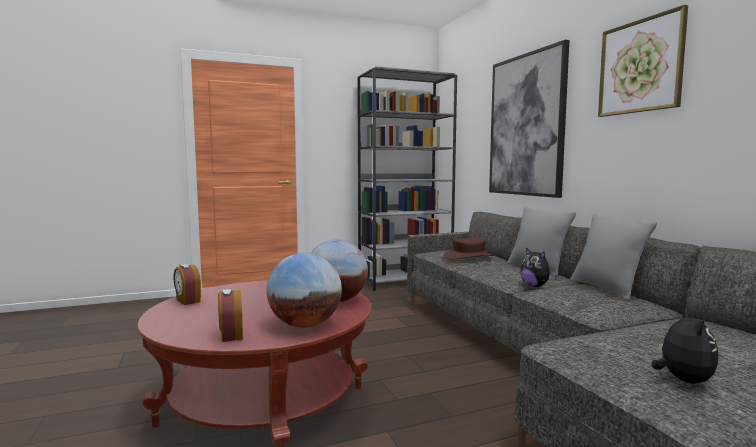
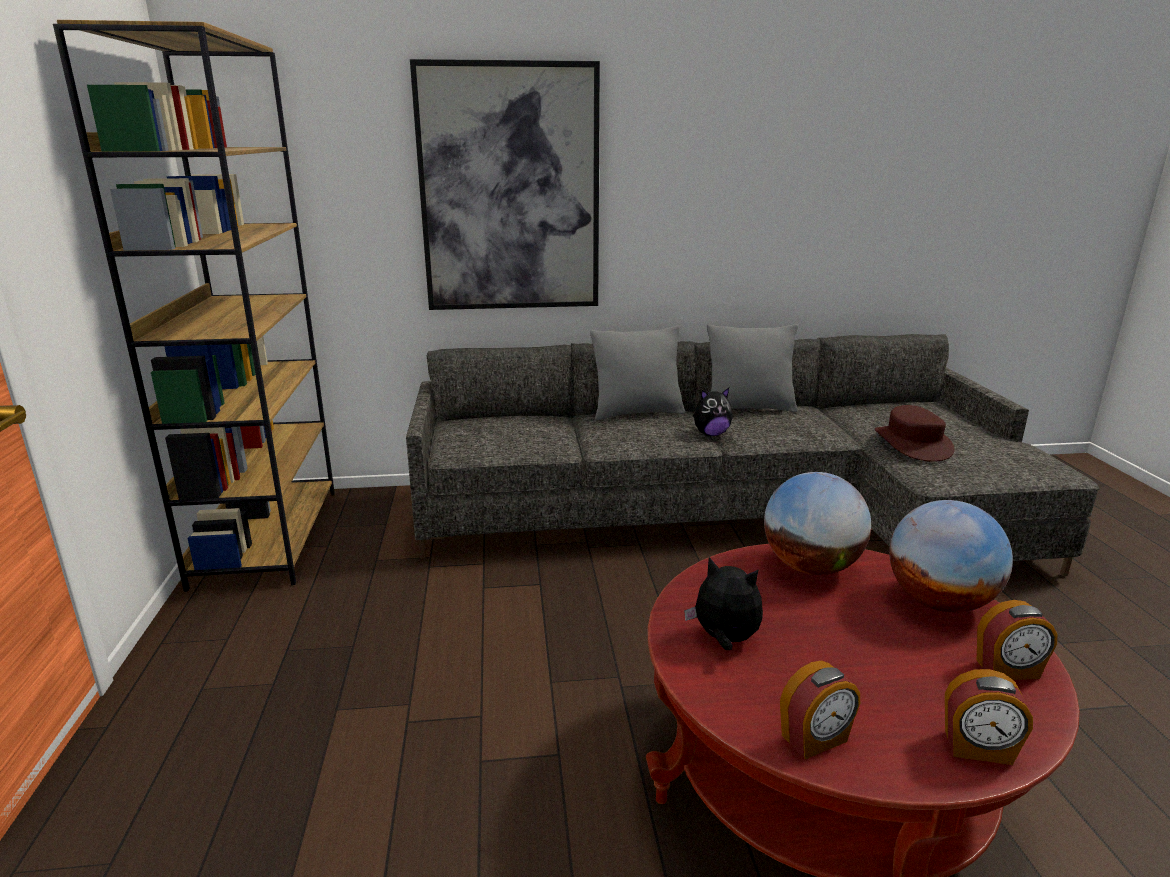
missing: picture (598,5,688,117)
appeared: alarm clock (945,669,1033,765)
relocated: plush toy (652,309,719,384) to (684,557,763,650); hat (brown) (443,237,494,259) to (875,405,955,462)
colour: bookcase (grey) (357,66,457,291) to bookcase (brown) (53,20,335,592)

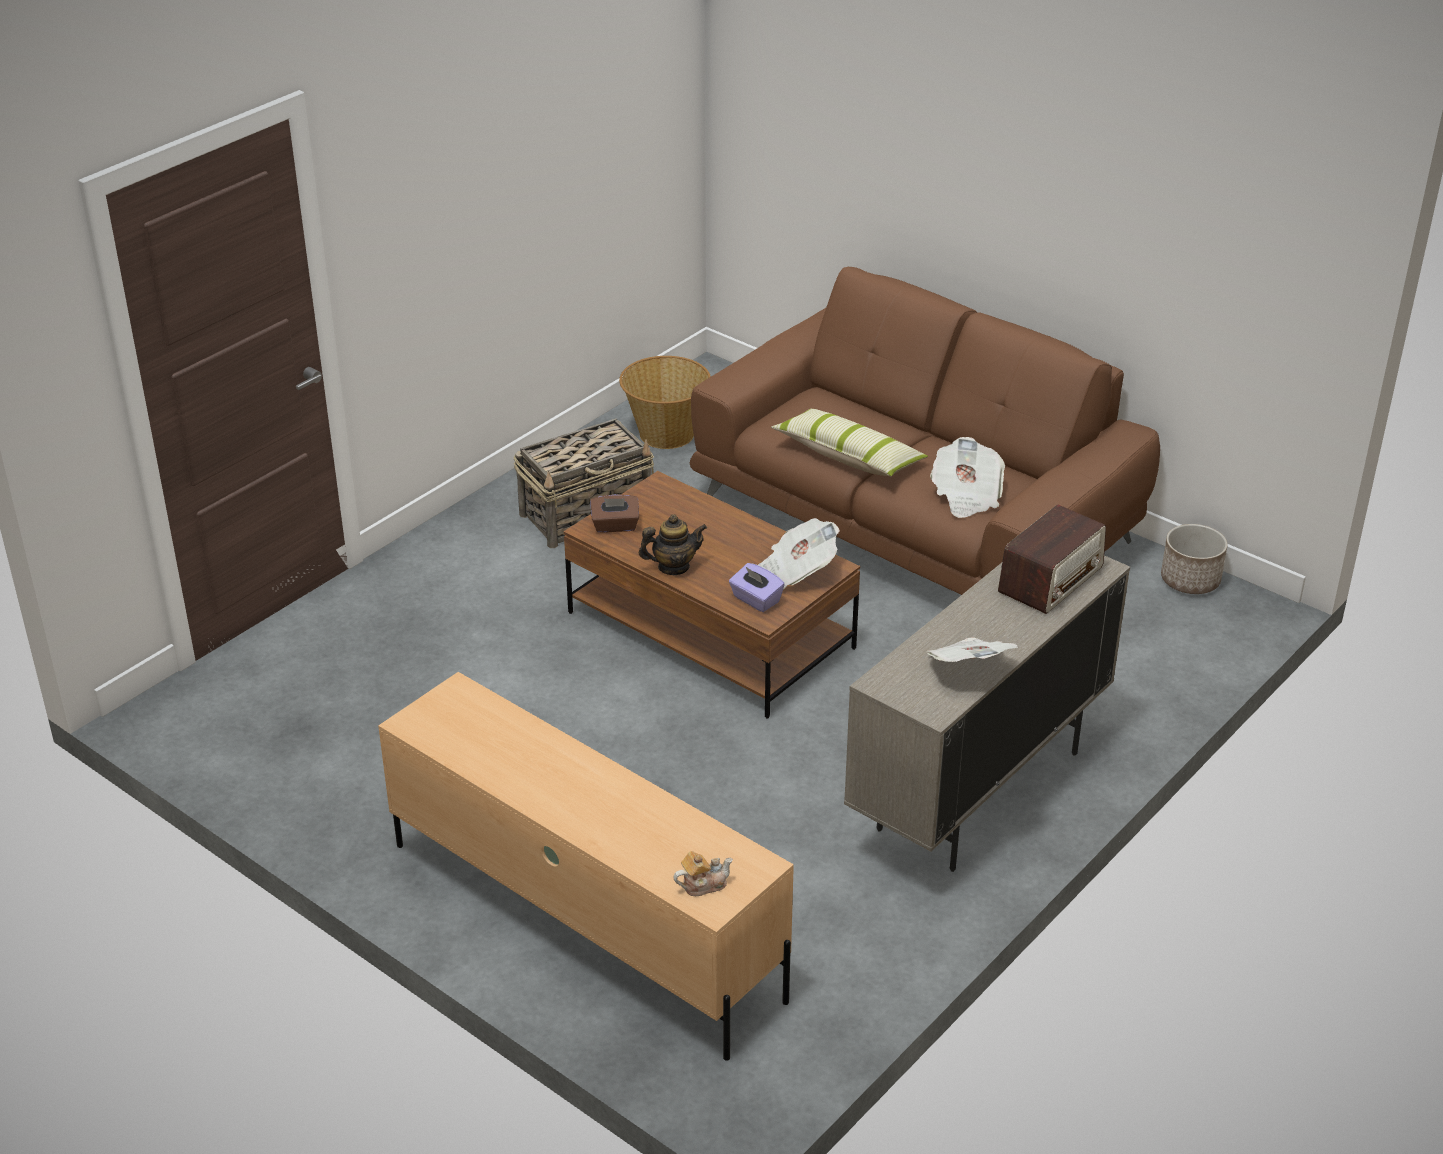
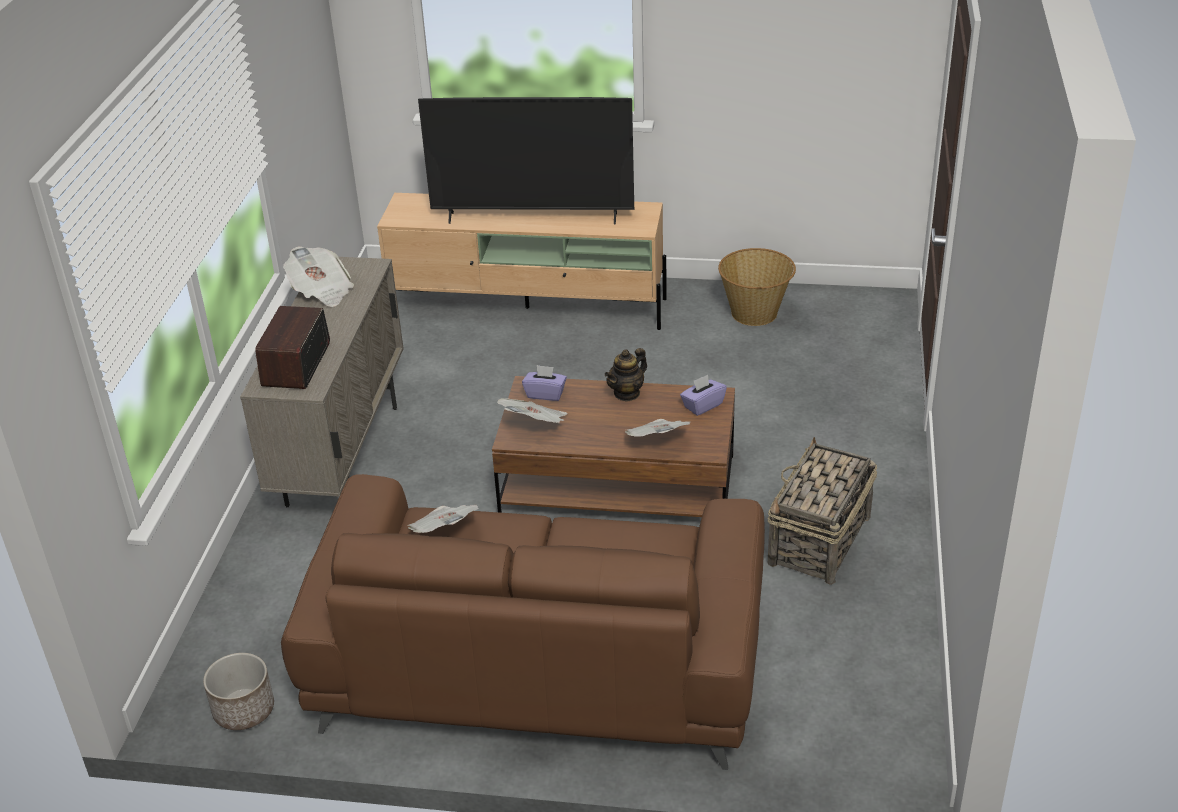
missing: teapot (673,851,733,896); pillow (771,409,928,477)
appeared: television (418,97,634,224); newspaper (625,419,690,437)
relocated: basket (619,356,711,449) to (718,248,796,326)
colour: tissue box (brown) (590,495,639,533) to tissue box (purple) (680,375,727,416)

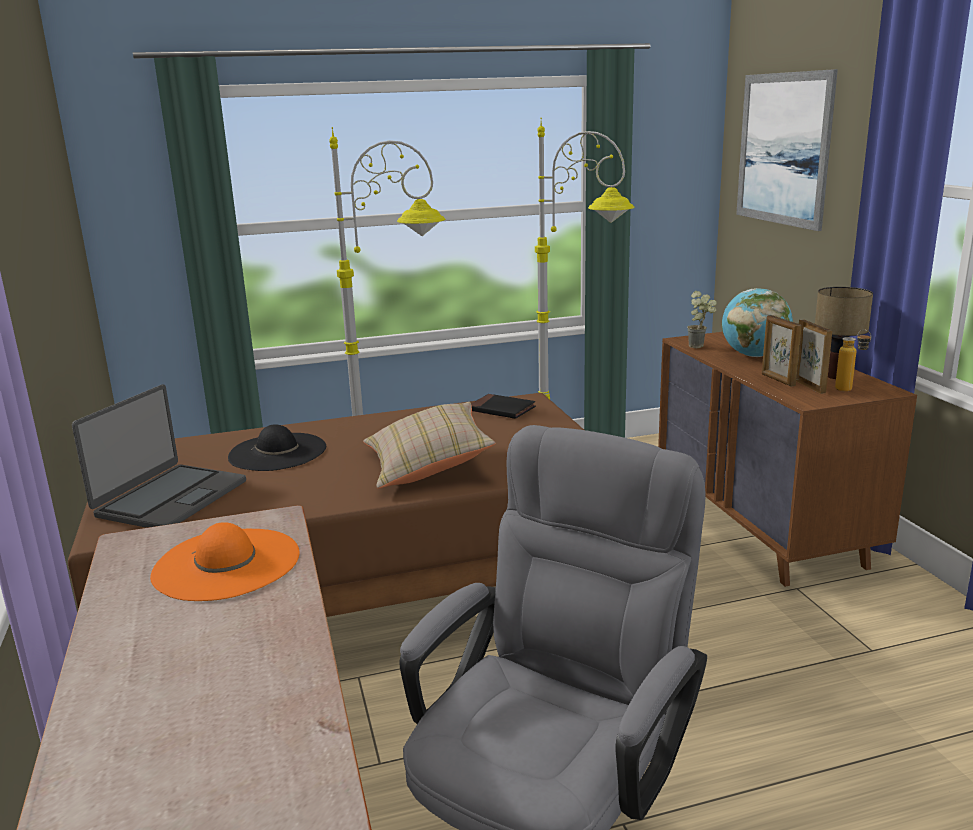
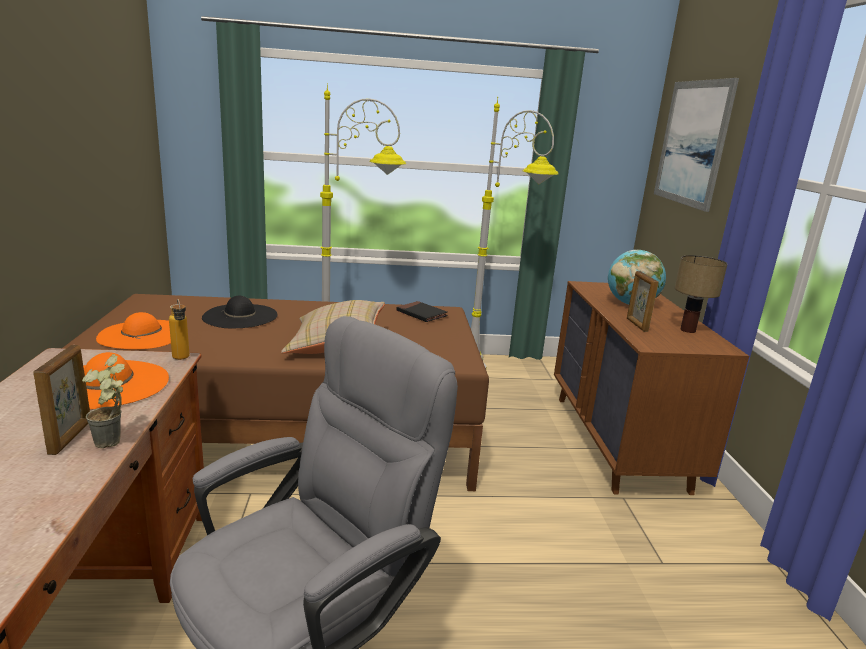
relocated: picture frame (796,319,832,394) to (33,345,90,455); potted plant (687,291,717,348) to (82,354,125,448); bottle (835,329,871,392) to (169,299,190,360)
exchanged: laptop (72,384,246,528) to hat (orange) (96,312,171,350)

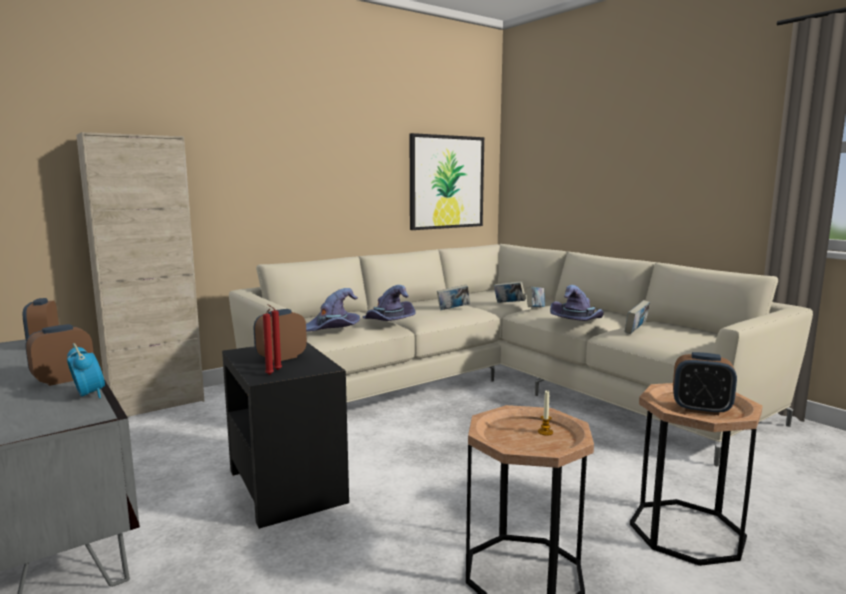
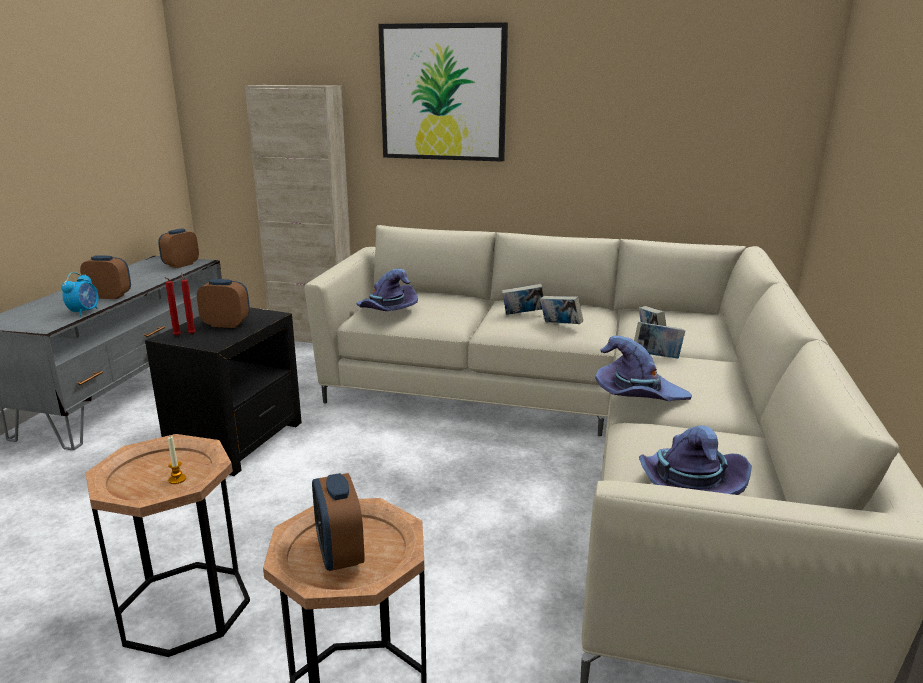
relocated: picture (410,133,484,230) to (378,22,508,162); book (625,300,650,334) to (502,284,543,315); hat (purple) (363,285,415,321) to (639,425,752,495)

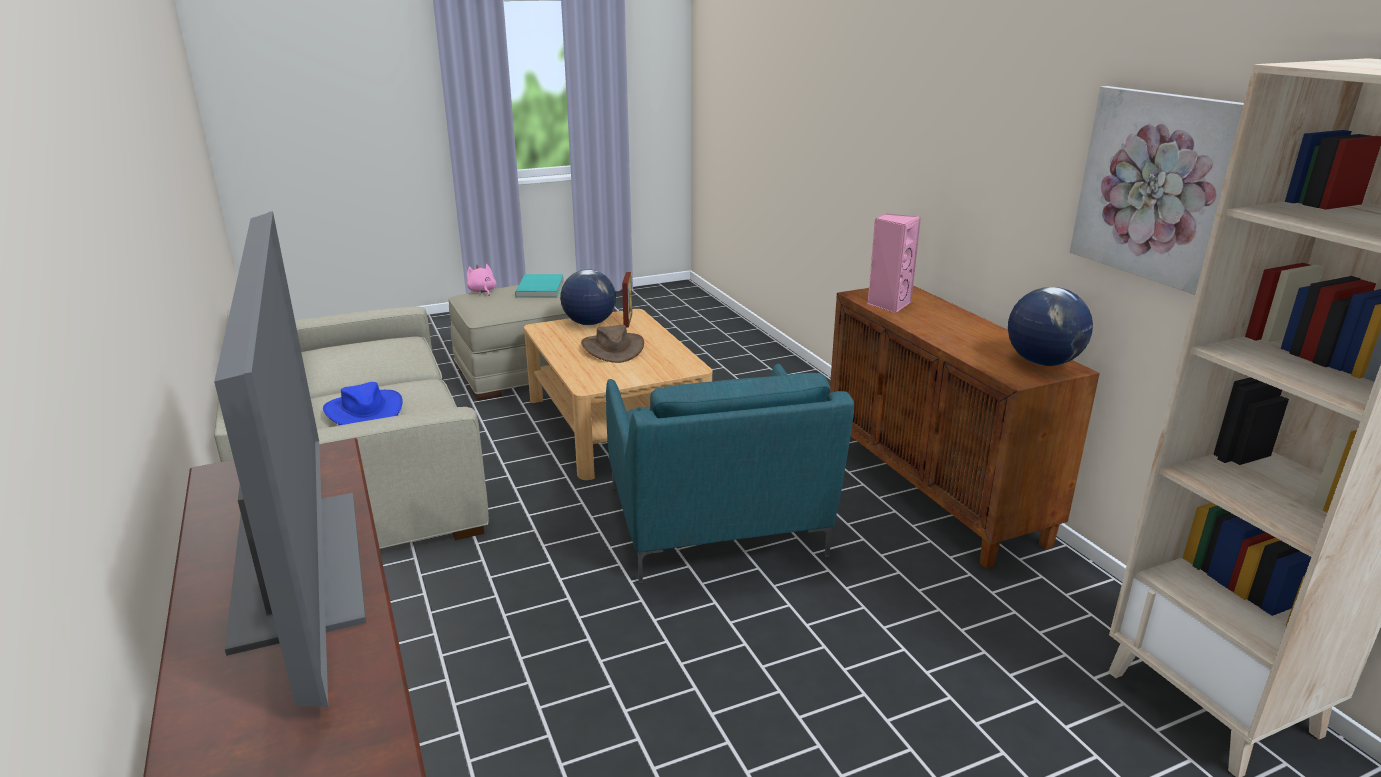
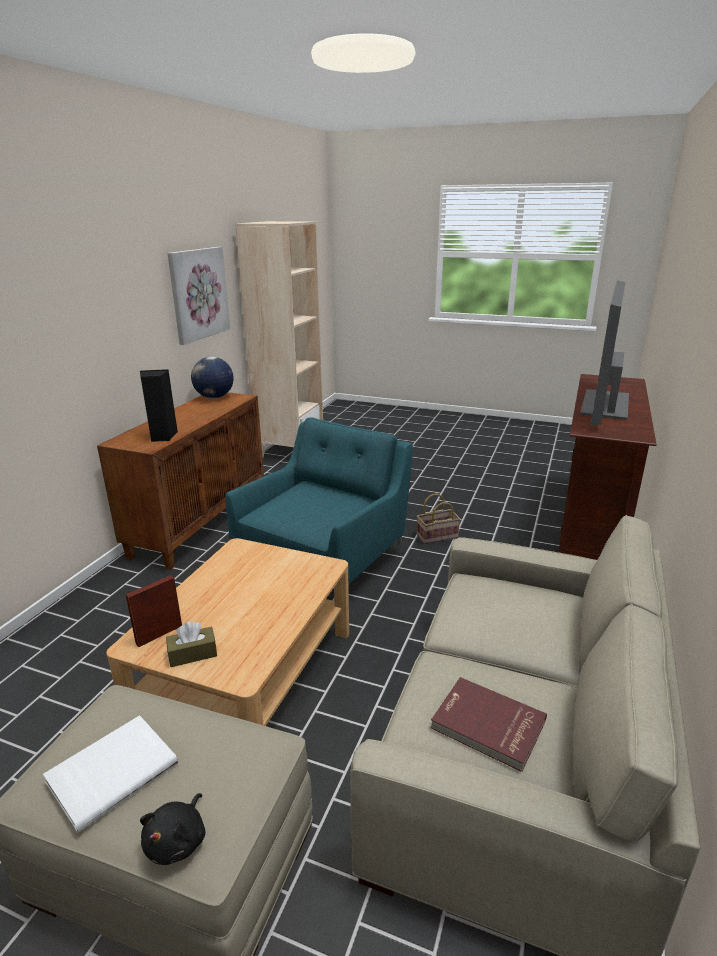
missing: hat (blue) (323,382,403,425); hat (brown) (581,325,644,363)
appeared: basket (417,494,460,544); book (red) (431,677,547,772)
exchanged: globe (560,270,616,325) to tissue box (brown) (166,621,217,667)
colour: book (turquoise) (515,274,564,298) to book (white) (43,715,178,833); speaker (pink) (867,213,921,313) to speaker (black) (140,369,178,442); plush toy (pink) (467,264,497,296) to plush toy (black) (140,793,205,865)

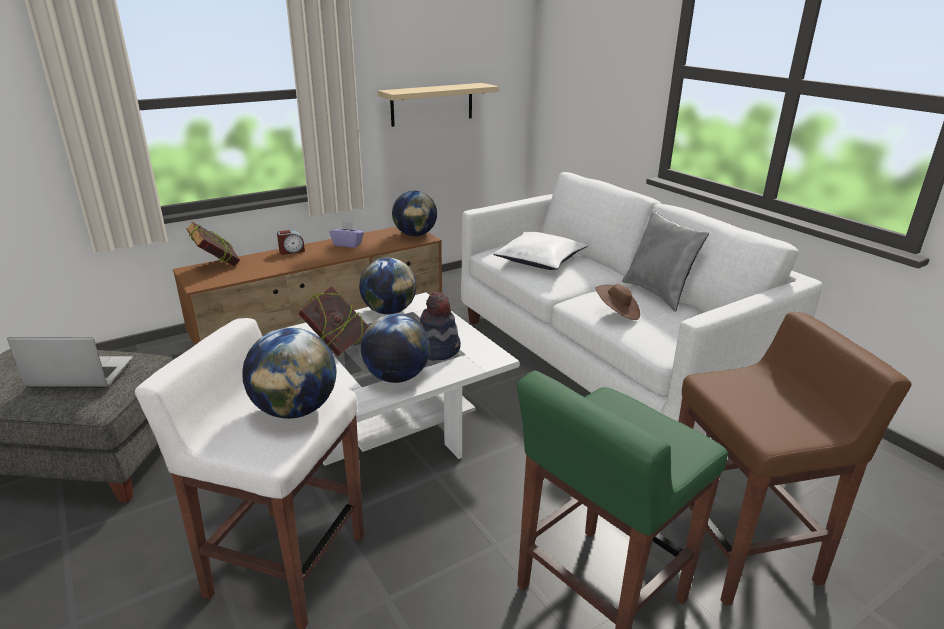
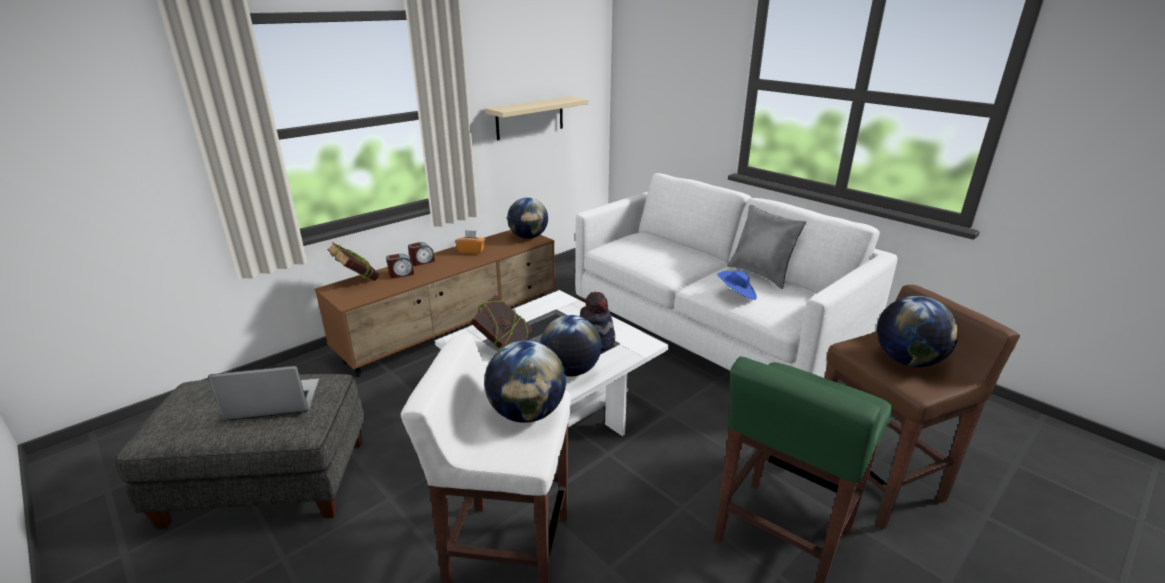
missing: pillow (white) (493,232,588,270)
appeared: alarm clock (386,254,414,278)
relocated: globe (359,258,416,314) to (877,296,958,367)
colour: tissue box (purple) (330,221,364,248) to tissue box (orange) (455,230,486,254); hat (brown) (595,284,640,320) to hat (blue) (717,270,757,300)

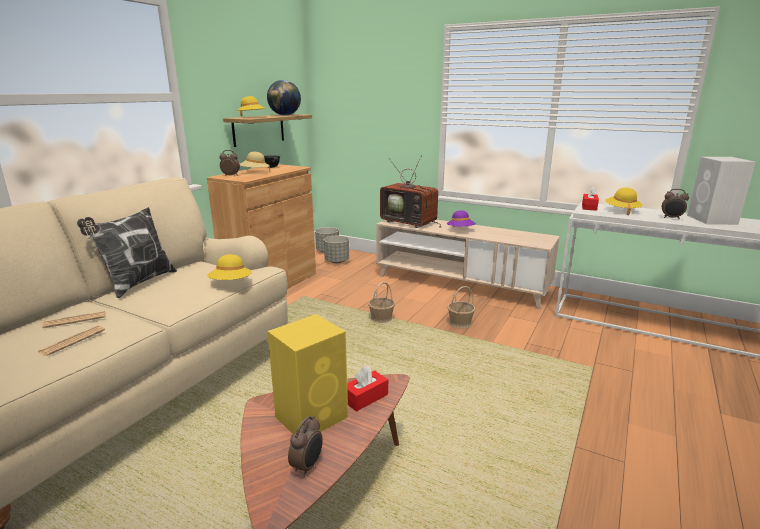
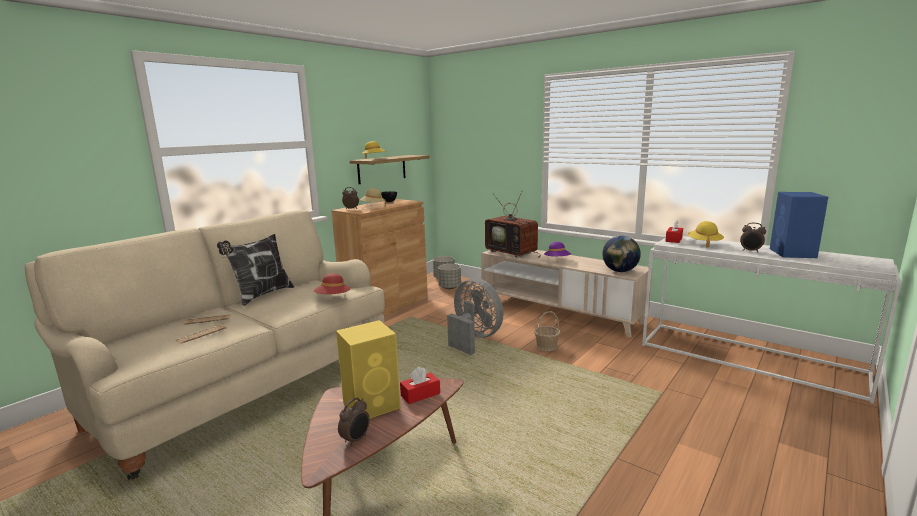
relocated: globe (267,80,301,116) to (602,236,641,272)
exchanged: basket (368,282,395,323) to fan (grey) (447,278,504,355)
colour: hat (yellow) (207,254,252,280) to hat (red) (314,274,351,294); speaker (white) (687,157,755,225) to speaker (blue) (770,192,828,258)

